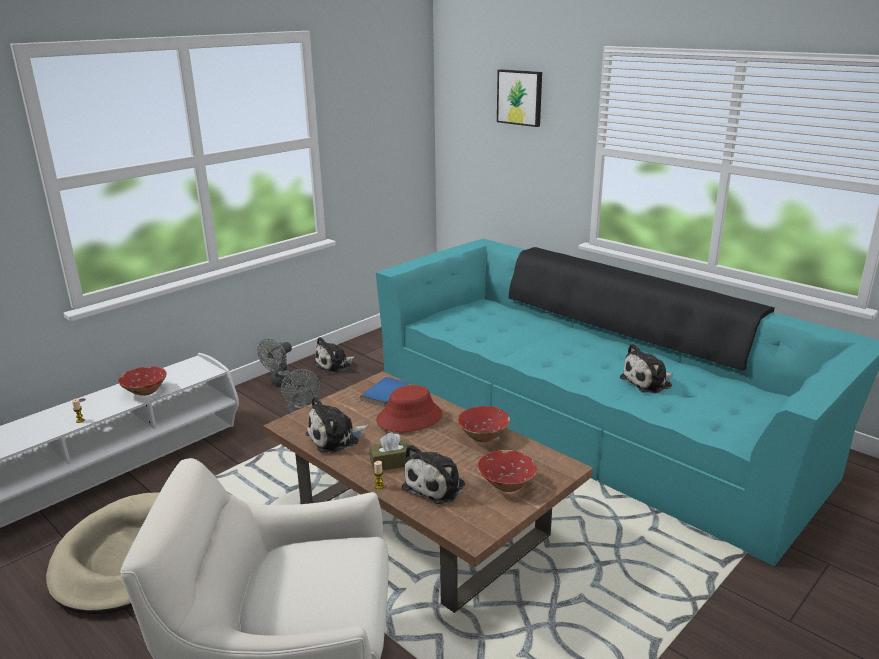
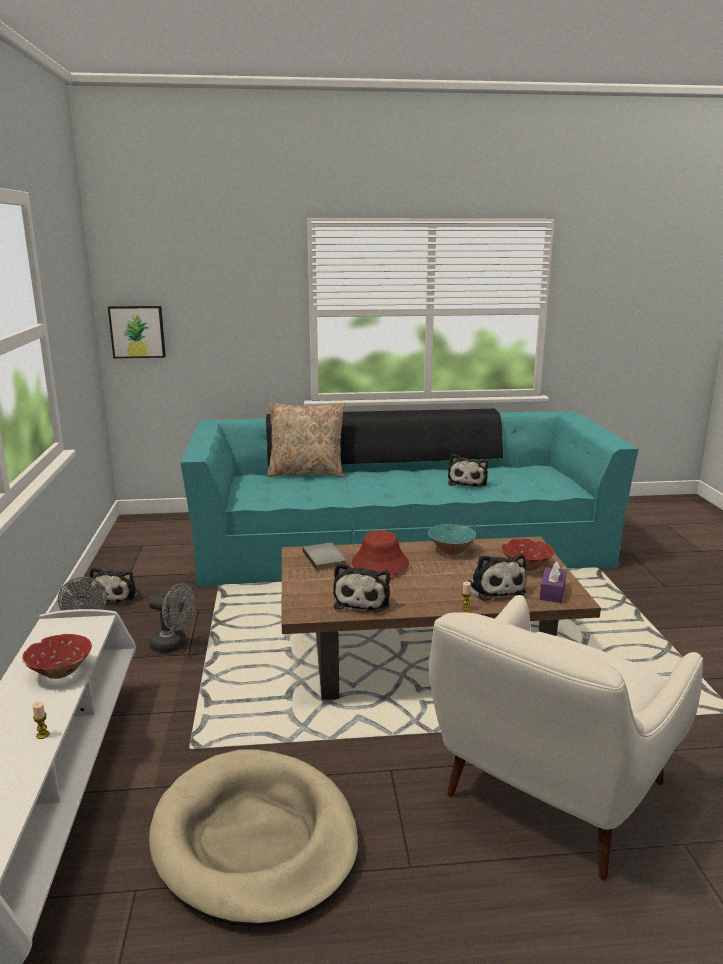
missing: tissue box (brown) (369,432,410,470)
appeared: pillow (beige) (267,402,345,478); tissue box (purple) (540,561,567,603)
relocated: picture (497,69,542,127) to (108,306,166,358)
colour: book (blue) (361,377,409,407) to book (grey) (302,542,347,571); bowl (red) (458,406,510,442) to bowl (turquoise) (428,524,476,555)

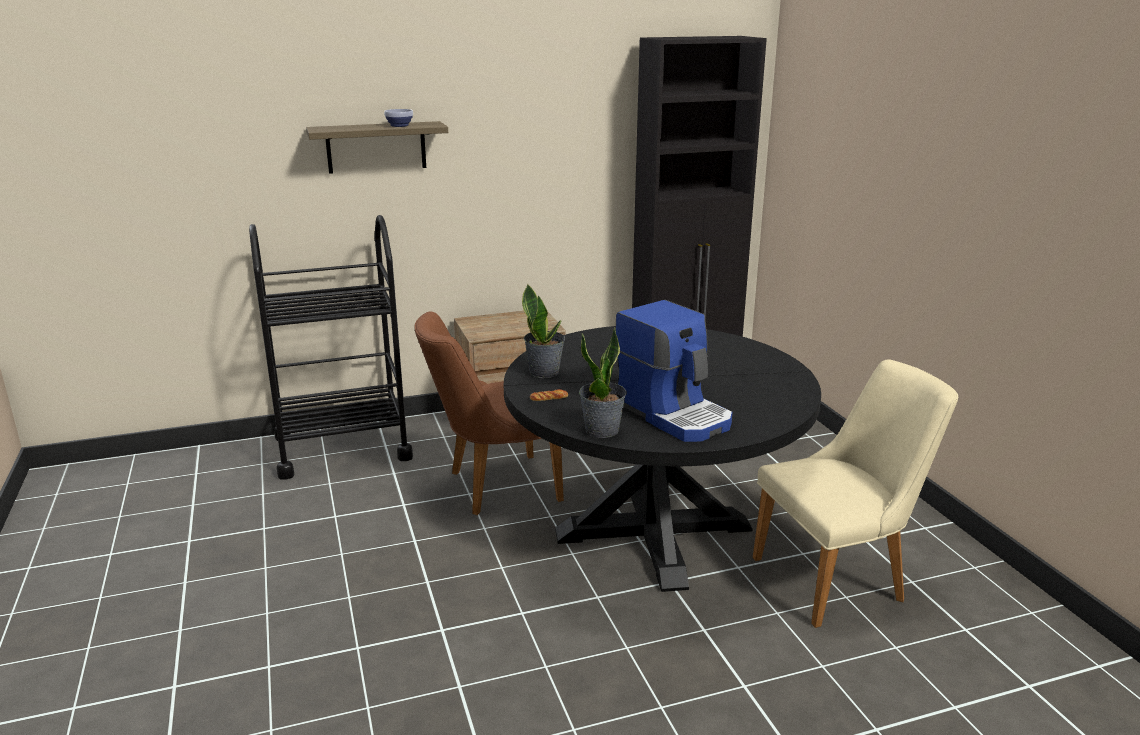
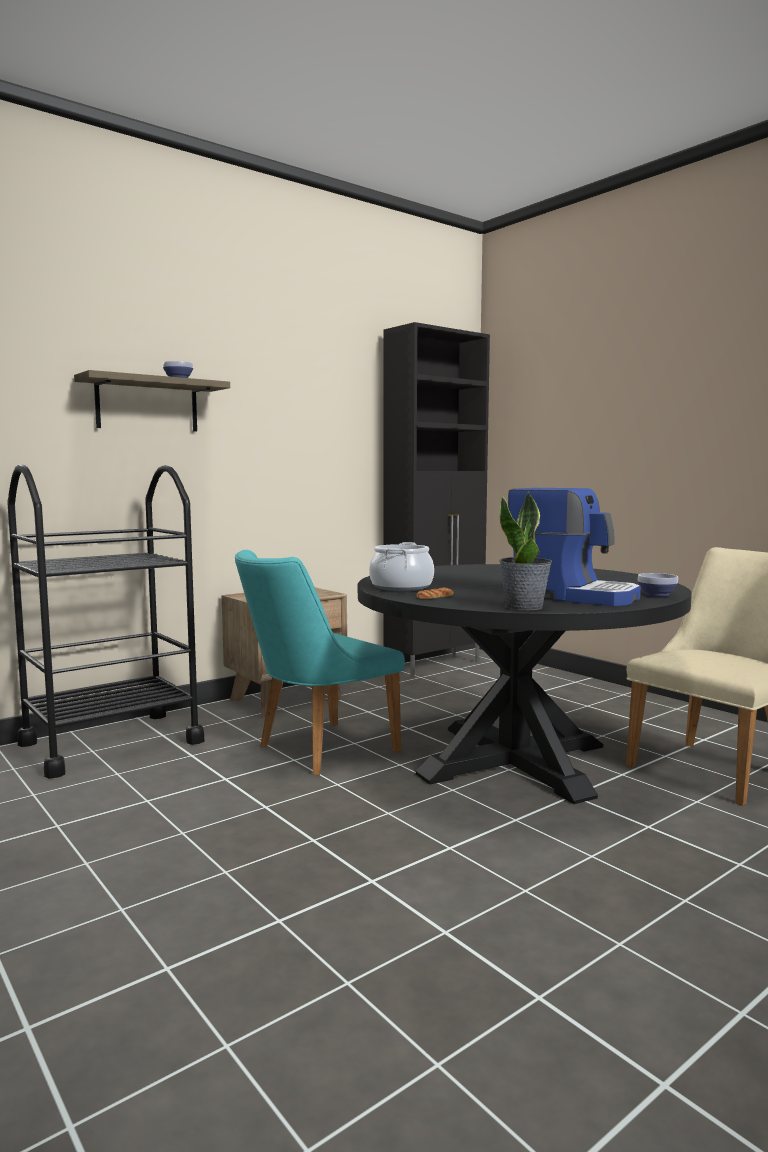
appeared: bowl (638,573,678,597)
exchanged: potted plant (522,284,565,378) to cooking pot (369,542,434,591)
colour: chair (brown) (414,312,564,515) to chair (turquoise) (235,550,405,775)

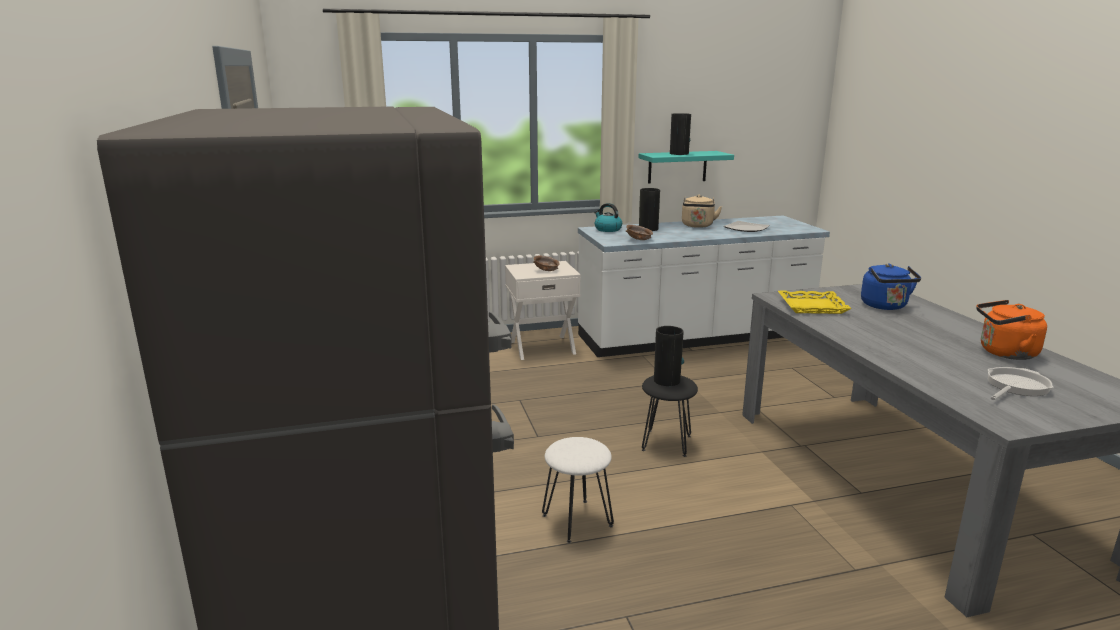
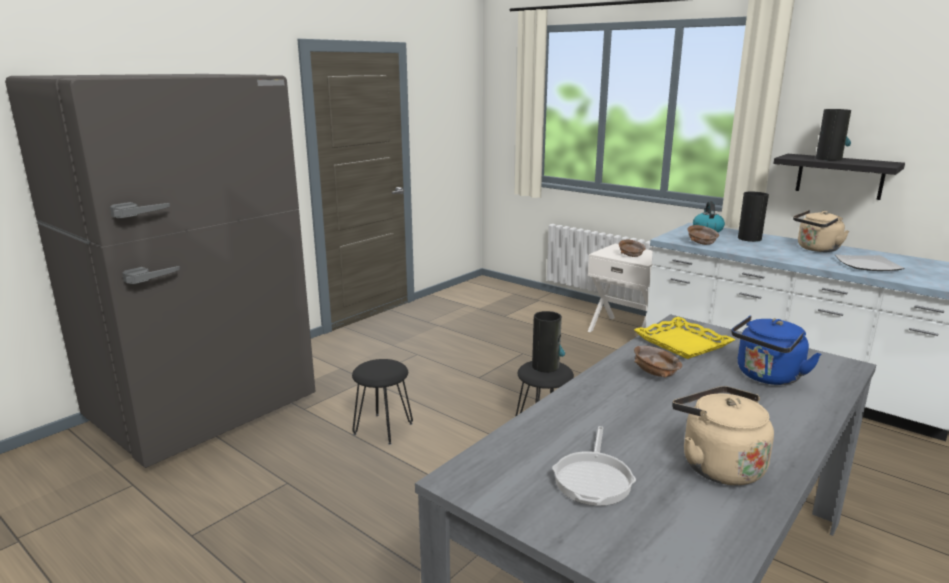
appeared: bowl (brown) (634,346,682,378)
colour: stool (white) (542,437,614,543) to stool (black) (352,359,413,445); kettle (orange) (976,300,1047,360) to kettle (beige) (672,386,774,485); shelf (turquoise) (639,151,734,184) to shelf (black) (773,154,905,200)
spun: frying pan (988,367,1053,400) = (552,426,636,506) 90 degrees clockwise

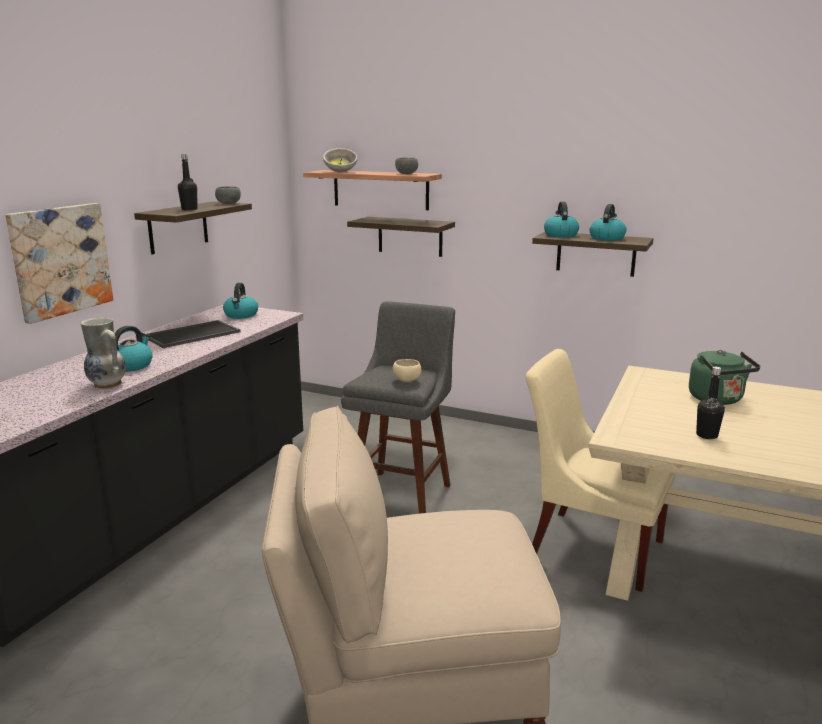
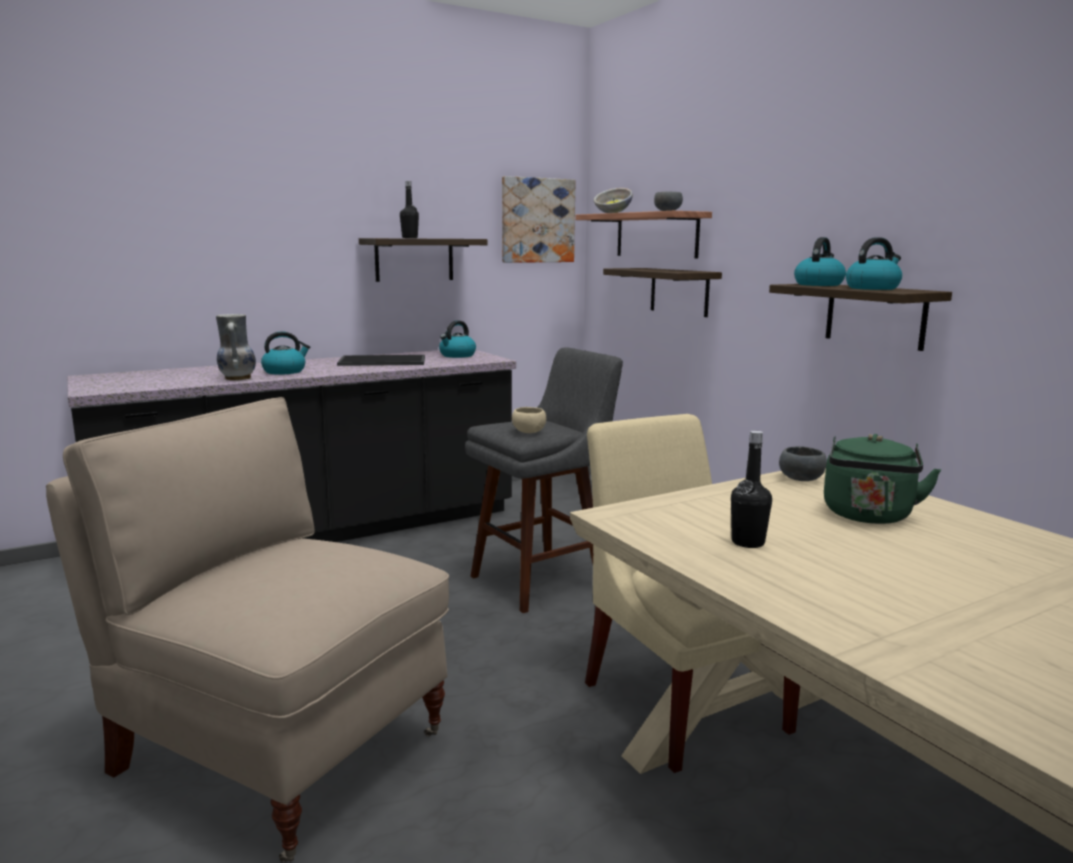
relocated: picture (5,203,113,324) to (502,176,575,263); bowl (grey) (215,186,241,204) to (779,446,827,481)

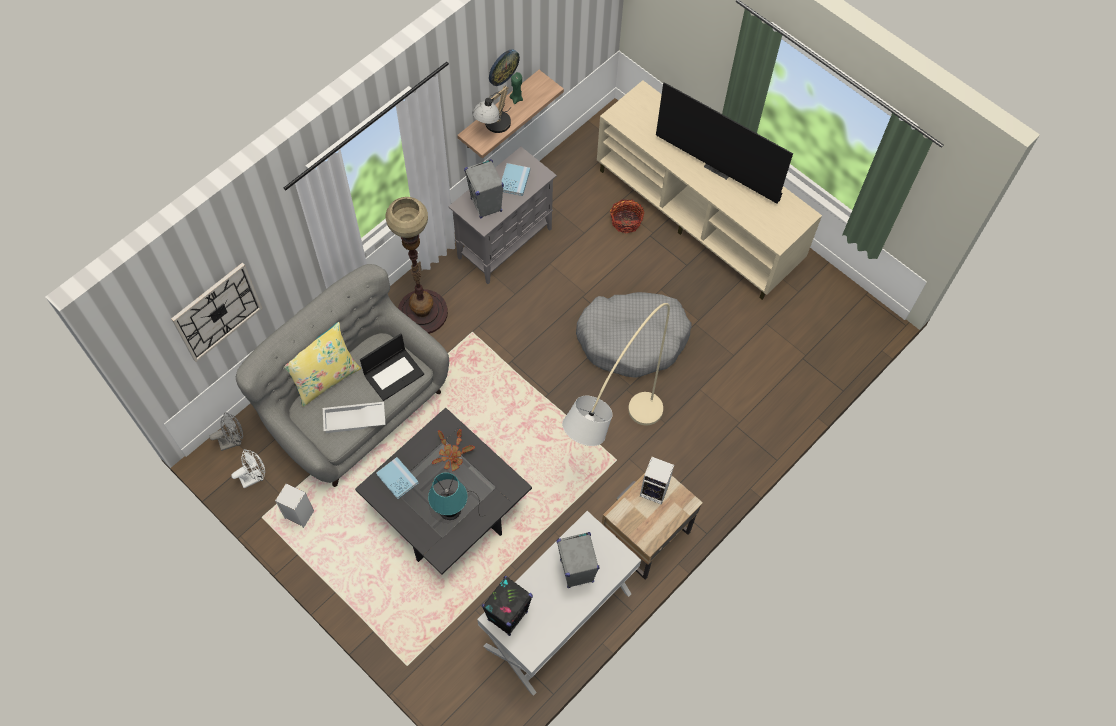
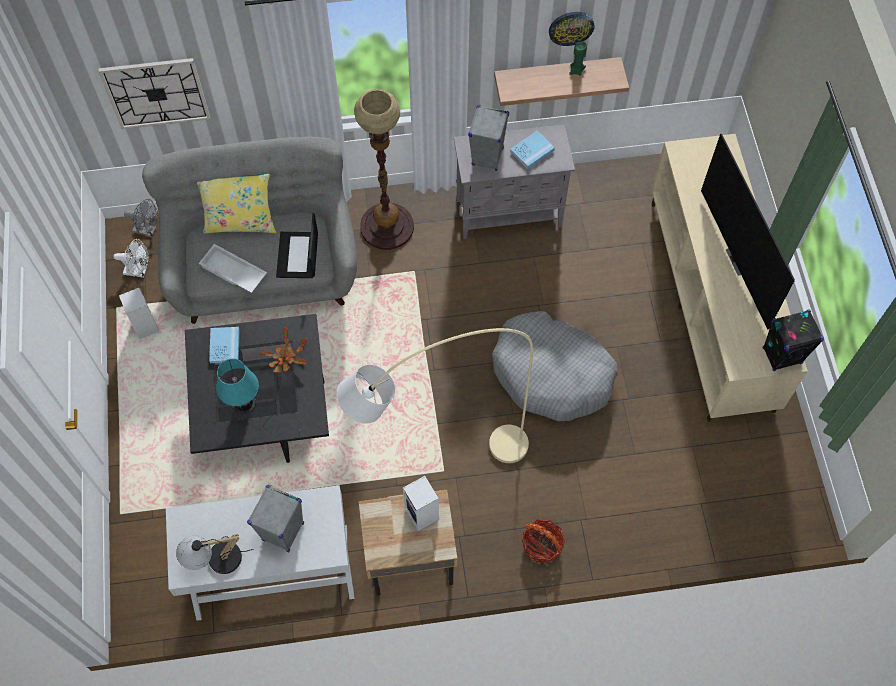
relocated: table lamp (472,85,511,133) to (176,534,254,574); basket (610,199,645,234) to (522,519,565,563); speaker (black) (482,575,533,636) to (762,310,824,371)
spun: laptop (360,333,424,401) = (276,213,318,278) 90 degrees clockwise

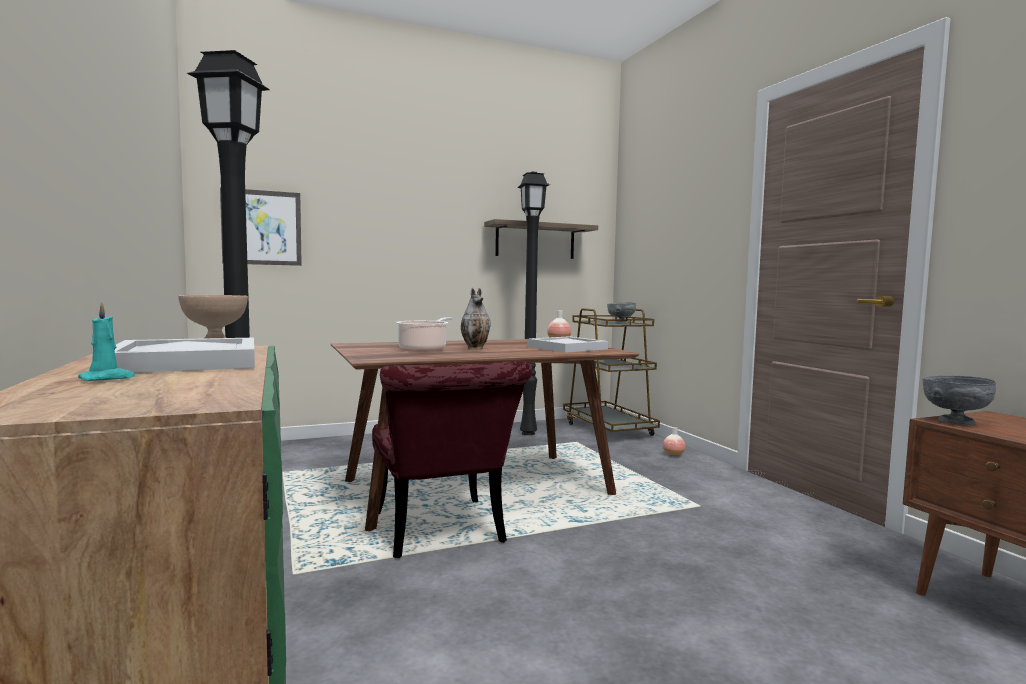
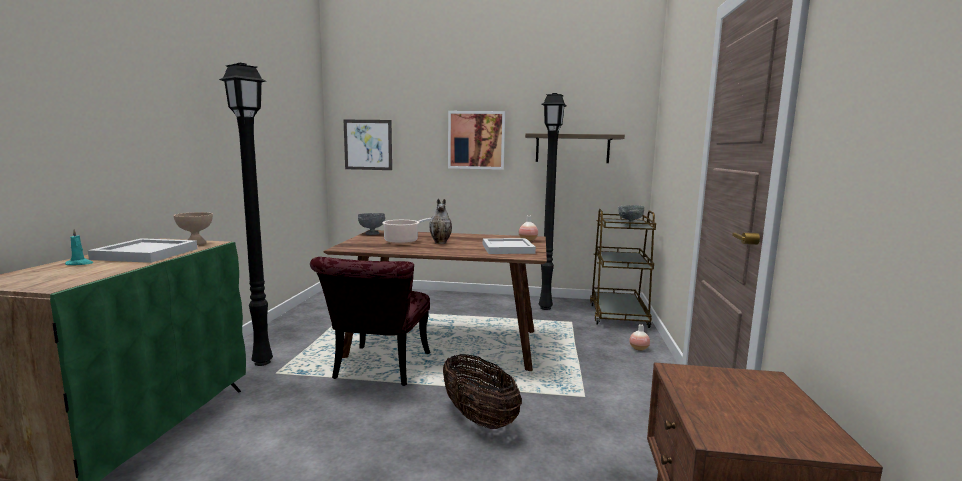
appeared: basket (443,354,522,429); picture (448,111,505,170)
relocated: bowl (grey) (923,376,996,425) to (358,213,385,235)

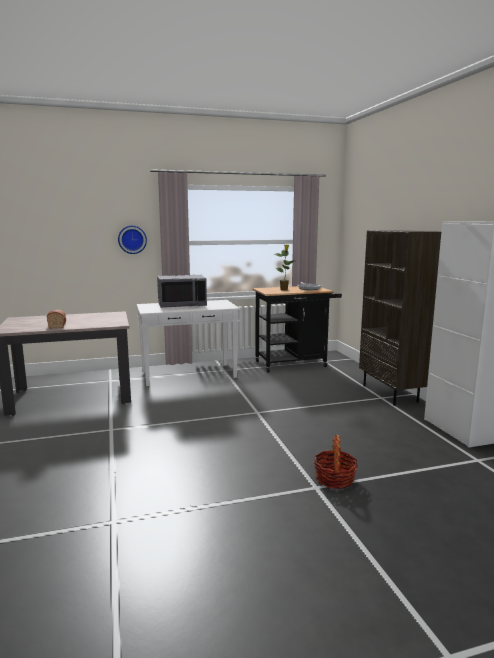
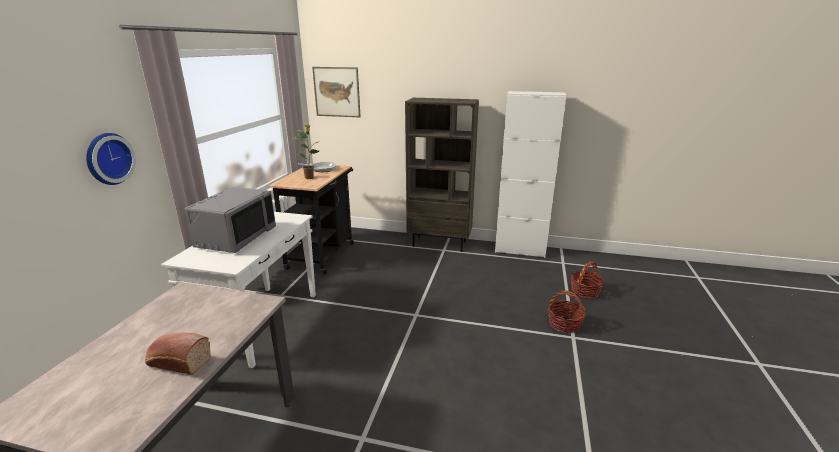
appeared: picture (312,67,361,117); basket (571,261,604,298)

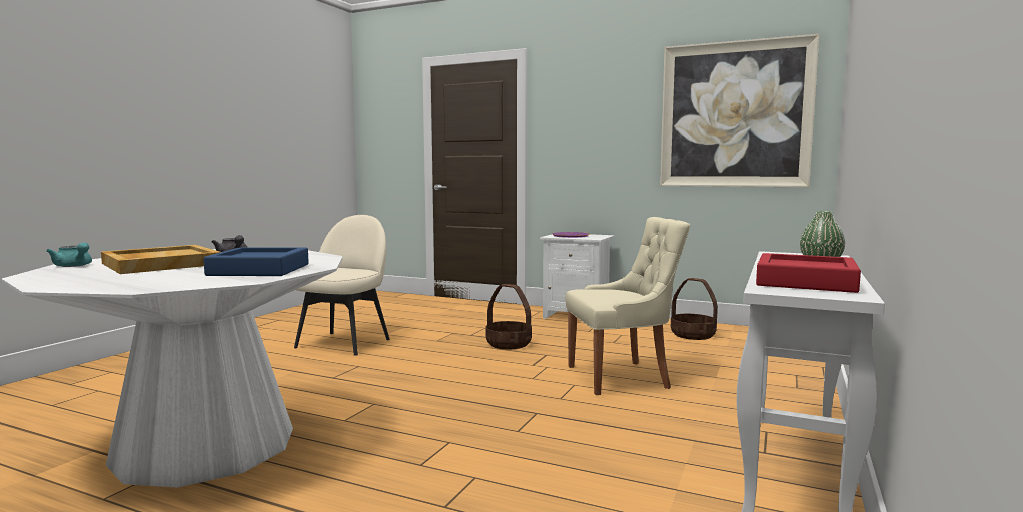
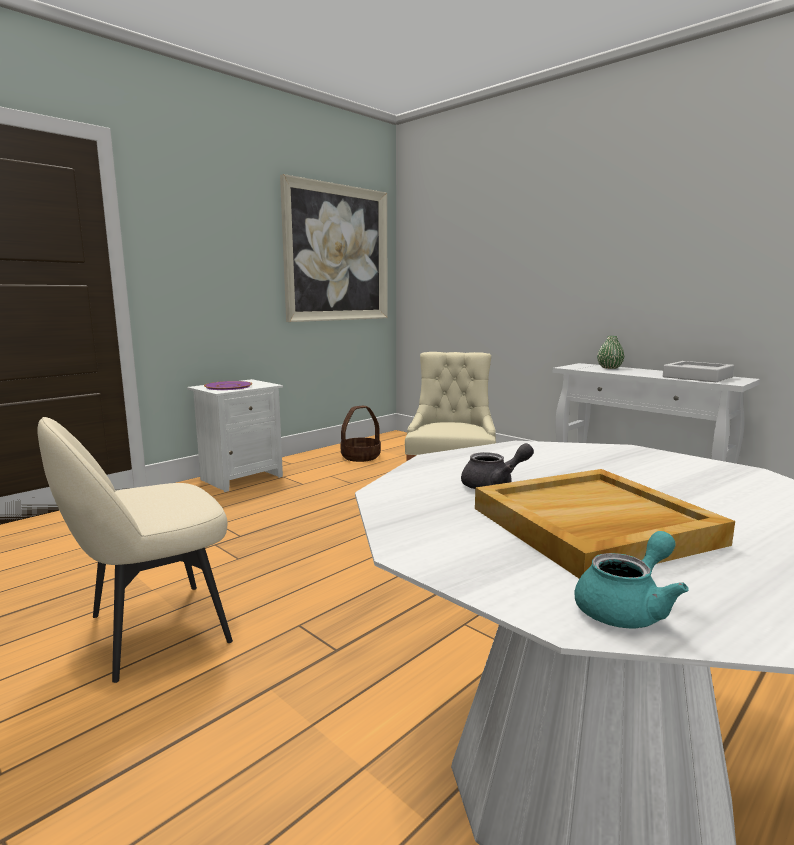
missing: tray (blue) (203,247,309,276); basket (485,284,532,349)
colour: tray (red) (756,253,861,293) to tray (grey) (663,361,734,382)
spun: chair (beige) (294,215,390,356) = (37,417,233,683) 75 degrees counterclockwise

